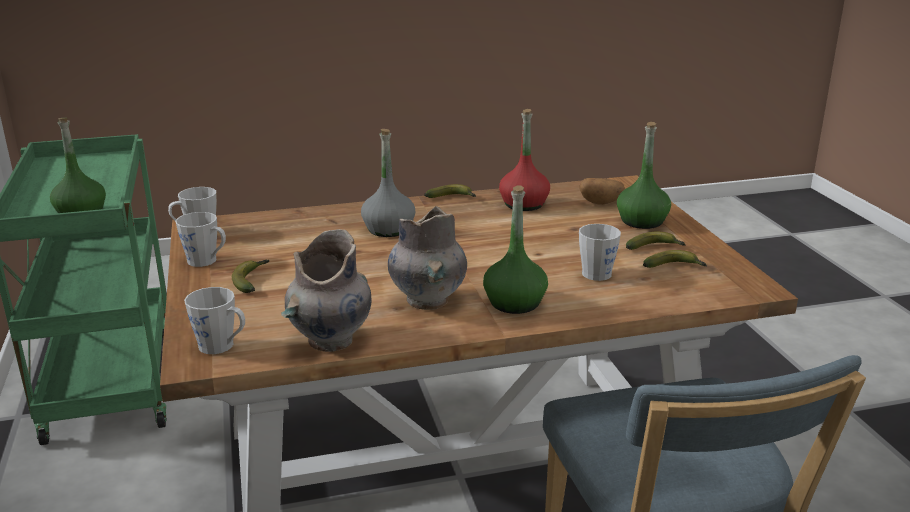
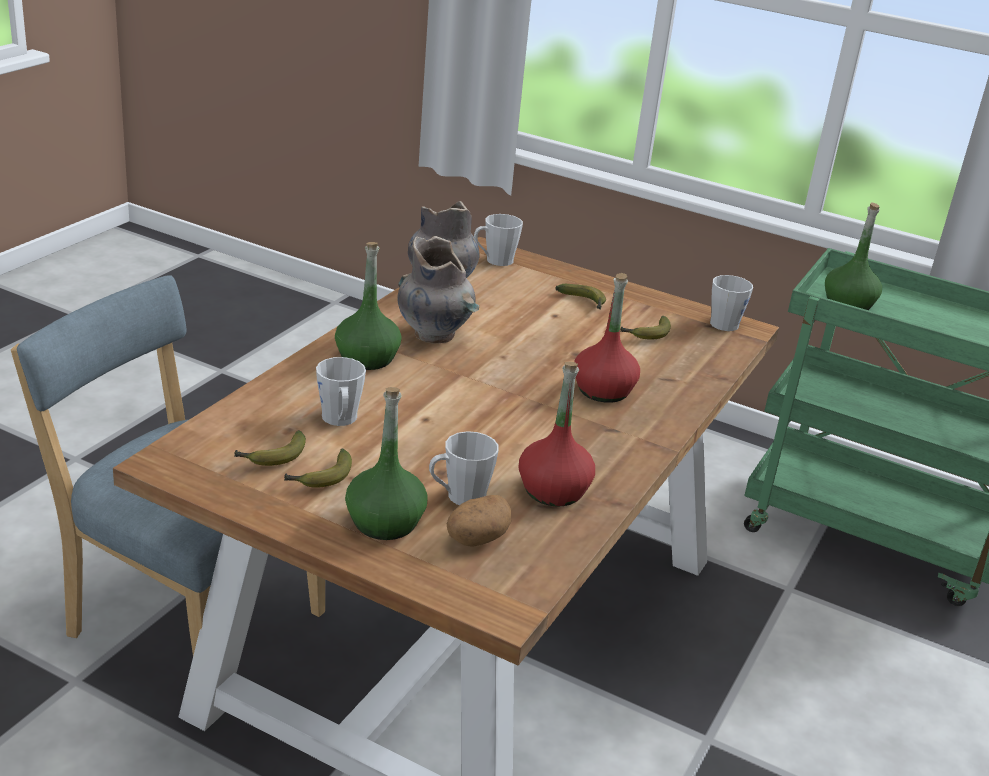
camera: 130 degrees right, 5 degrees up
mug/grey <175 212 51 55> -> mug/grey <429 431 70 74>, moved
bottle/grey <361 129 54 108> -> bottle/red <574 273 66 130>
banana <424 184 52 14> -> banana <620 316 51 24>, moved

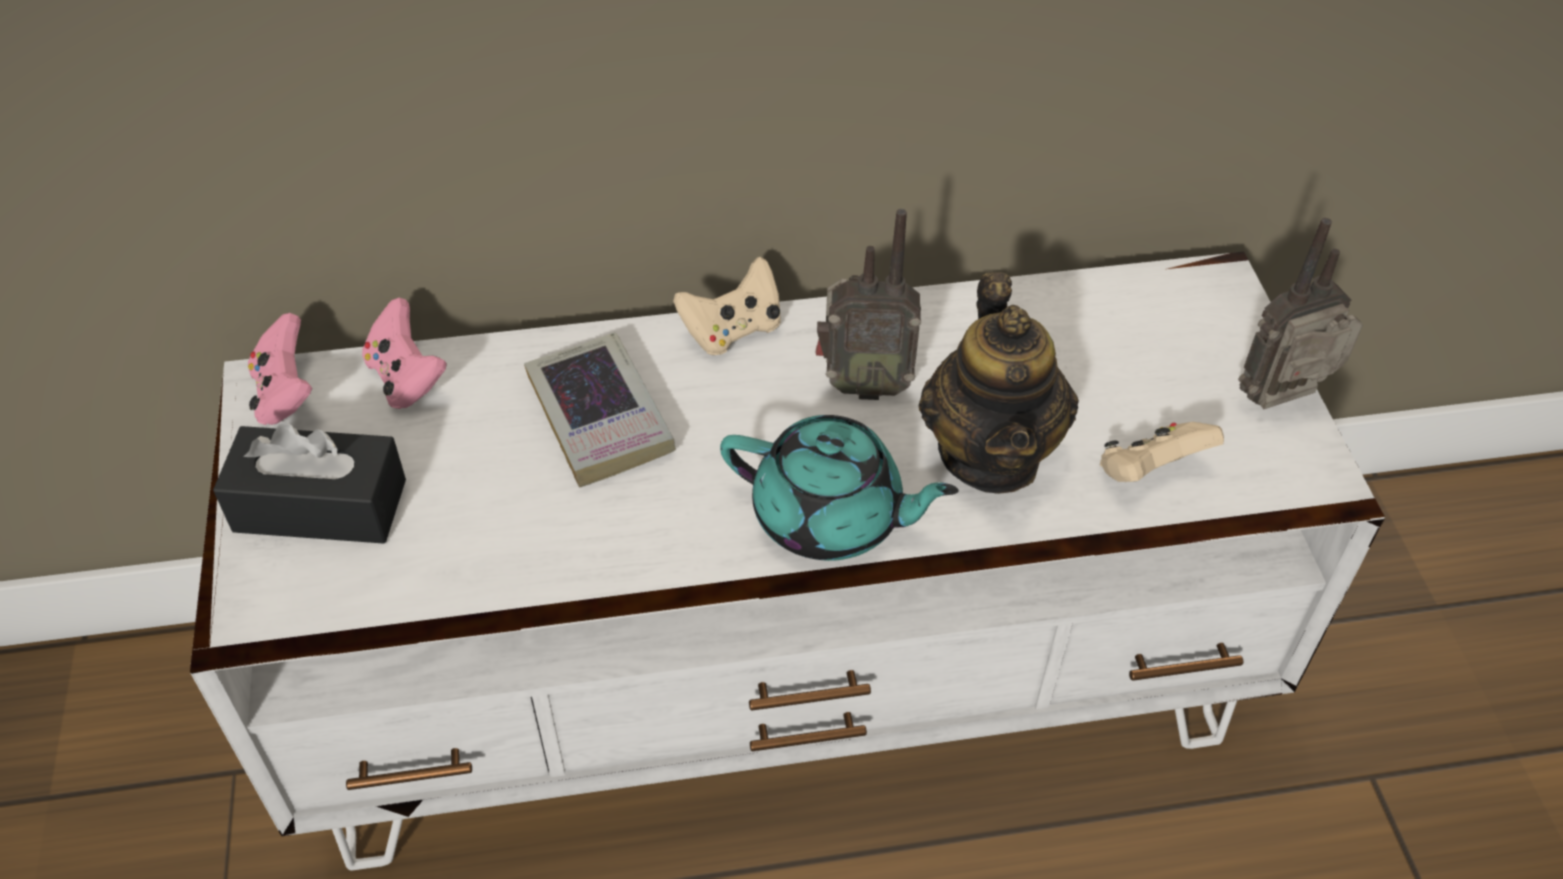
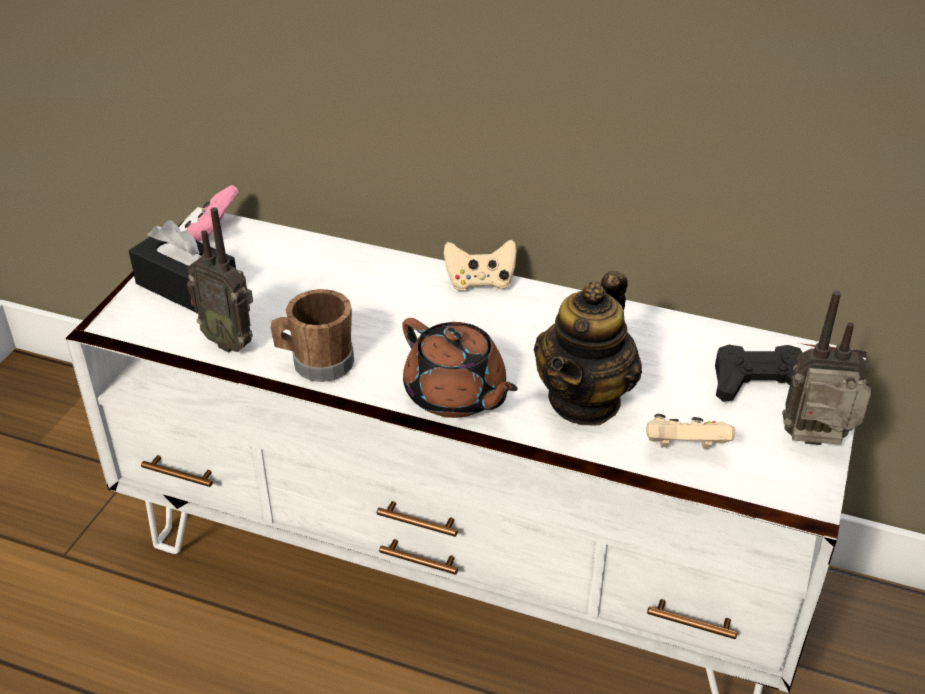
camera: 30 degrees right, 10 degrees down
radio <816 209 105 191> -> radio <187 207 66 145>, moved
none -> mug/brown <271 289 83 93>
teapot/turquoise <720 415 239 146> -> teapot/brown <402 318 116 100>
none -> game controller/black <715 345 88 57>
game controller/pink <362 298 85 111> -> none
book <524 333 152 155> -> none

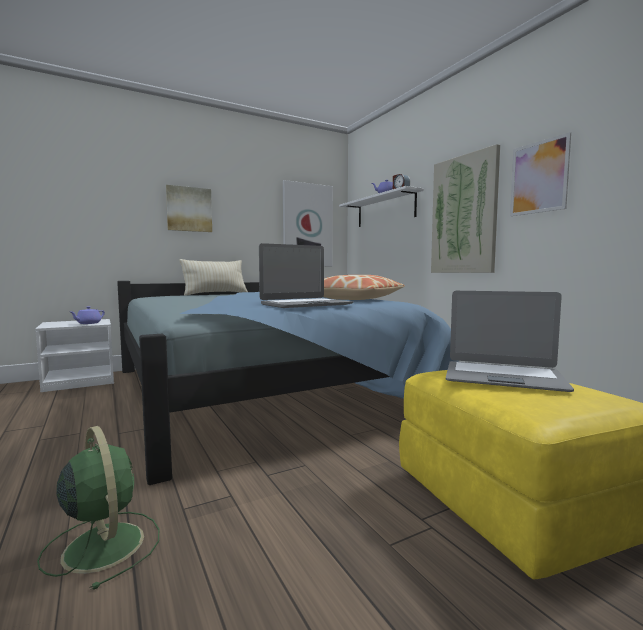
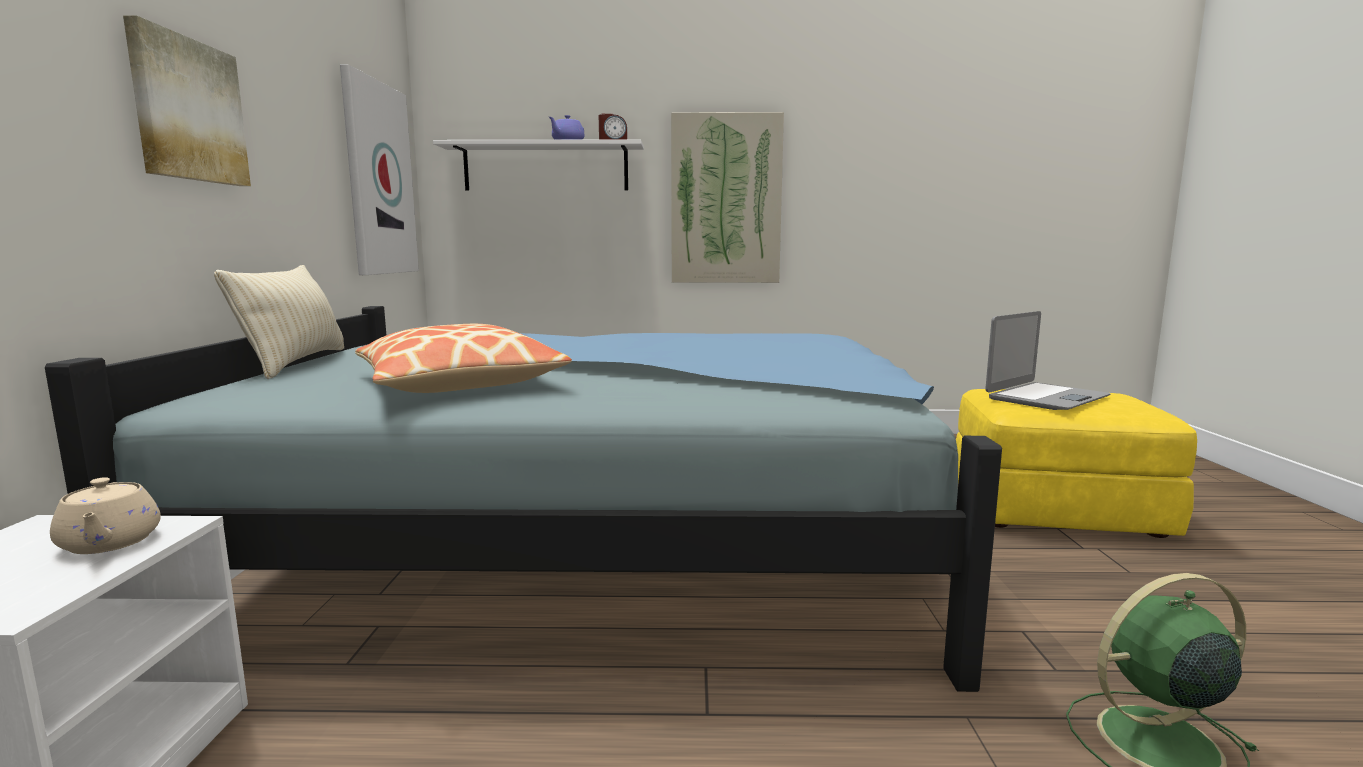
camera: 60 degrees left, 5 degrees up
teapot/purple <71 306 34 18> -> teapot/beige <50 477 111 77>
pillow <323 275 82 25> -> pillow <355 324 217 69>, moved
laptop <259 243 94 65> -> none
picture <510 132 61 84> -> none

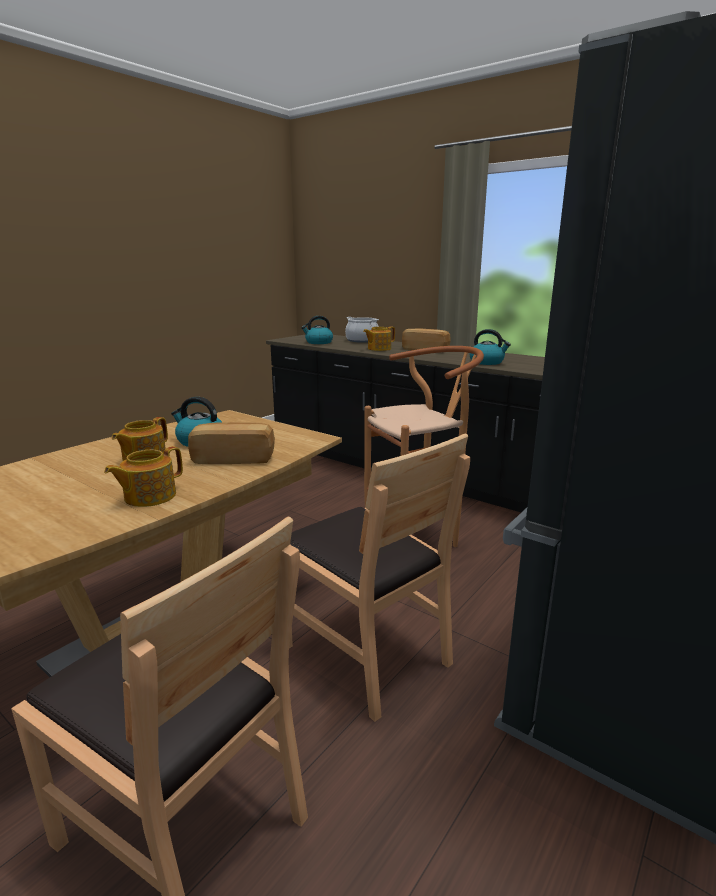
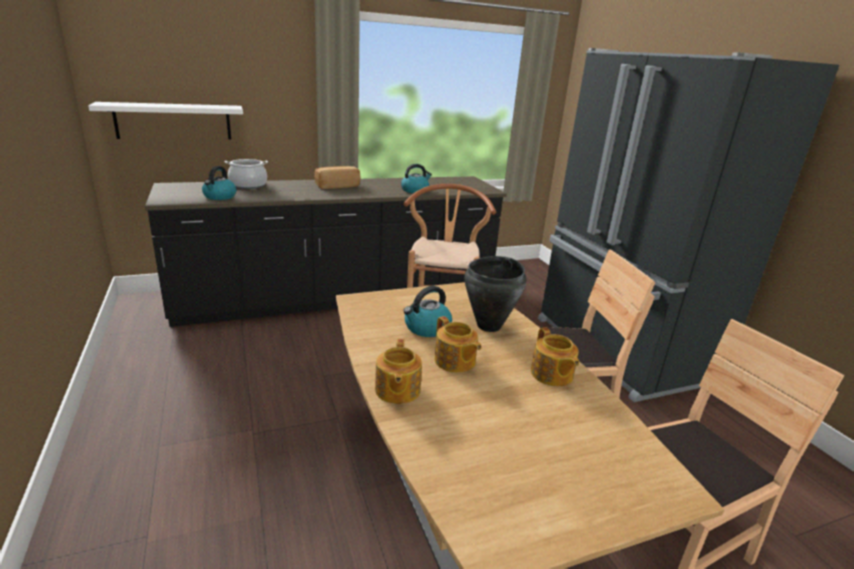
camera: 60 degrees left, 5 degrees up
none -> shelf/white <88 102 155 38>
teapot <363 326 32 25> -> teapot <375 339 47 65>, moved
bread <188 422 87 42> -> cooking pot/black <464 256 62 76>

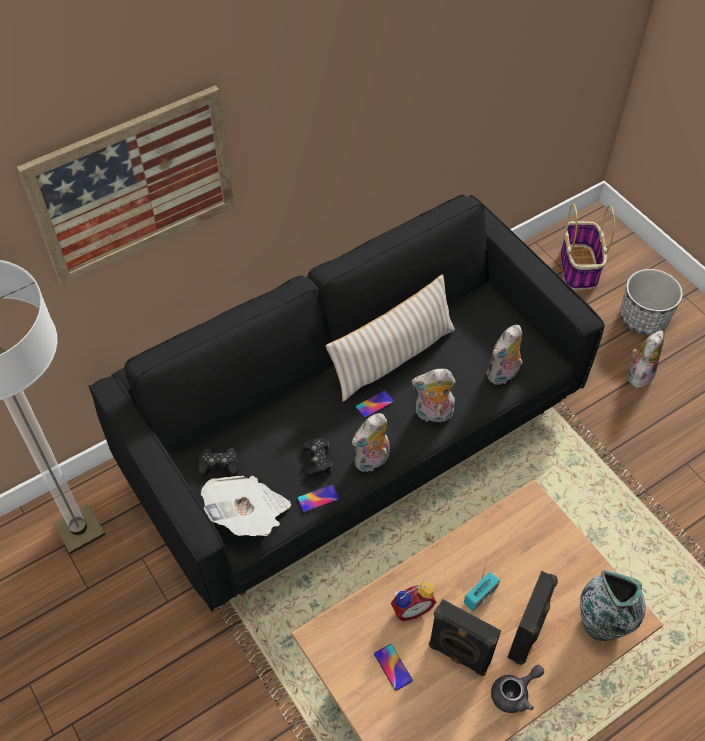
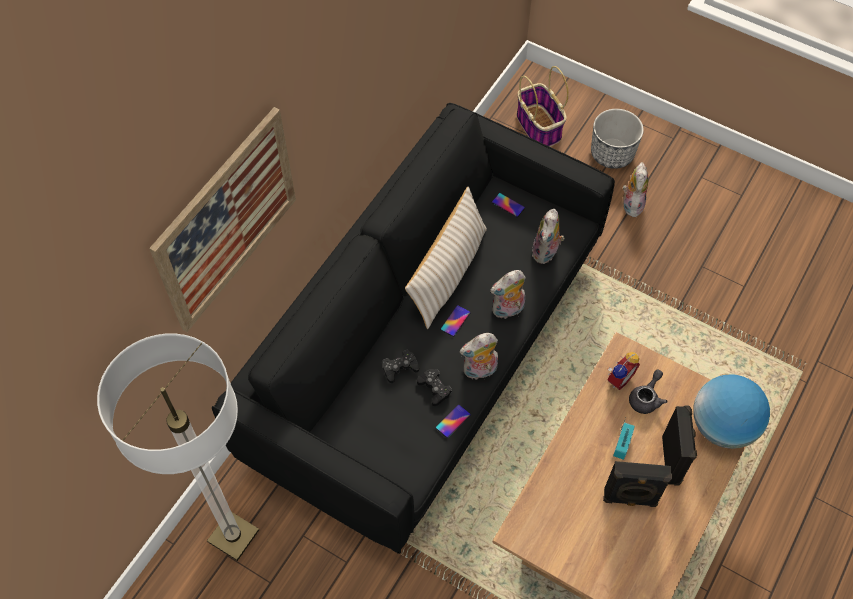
camera: 25 degrees left, 5 degrees up
game controller/black <199 448 39 29> -> game controller/black <383 350 36 33>, moved
plush toy <352 413 38 59> -> plush toy <459 333 39 47>, 45 degrees clockwise
phone <374 644 39 47> -> phone <492 193 33 24>, moved
alarm clock <391 582 46 39> -> alarm clock <607 352 33 38>, moved
teapot/grey <491 665 53 48> -> teapot/grey <629 369 39 45>, moved
vase <580 570 66 71> -> globe <693 374 77 75>
newspaper <200 476 91 60> -> none

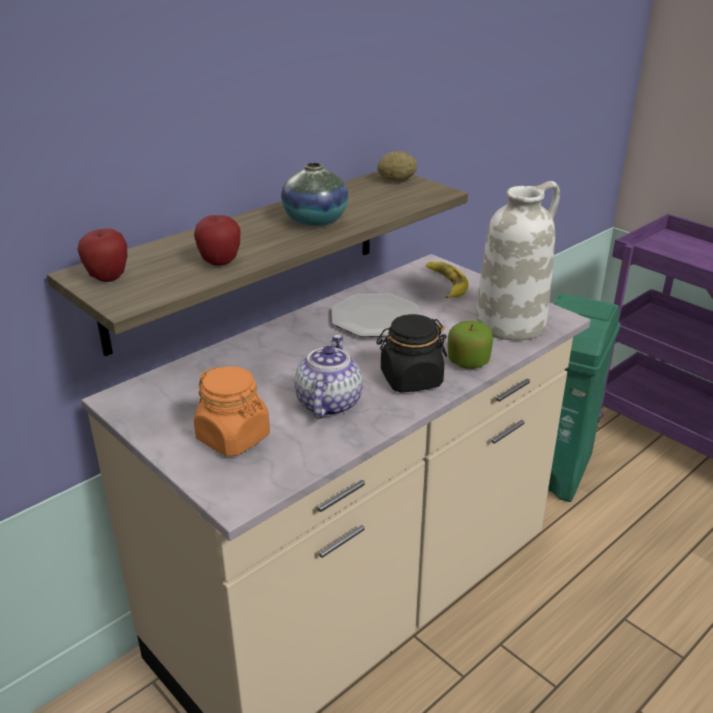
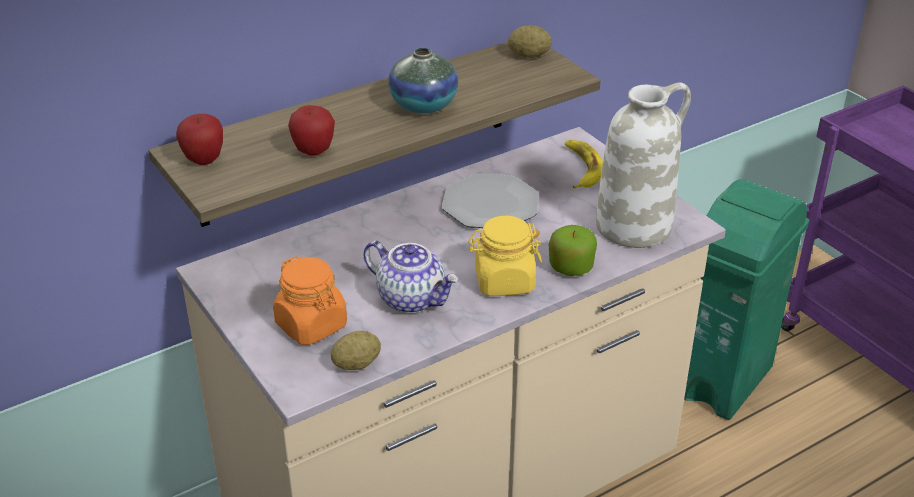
camera: 10 degrees right, 5 degrees up
none -> potato <331 331 50 39>
teapot <294 335 69 84> -> teapot <363 240 96 73>, 105 degrees clockwise
jar/black <376 314 71 79> -> jar/yellow <468 216 74 80>

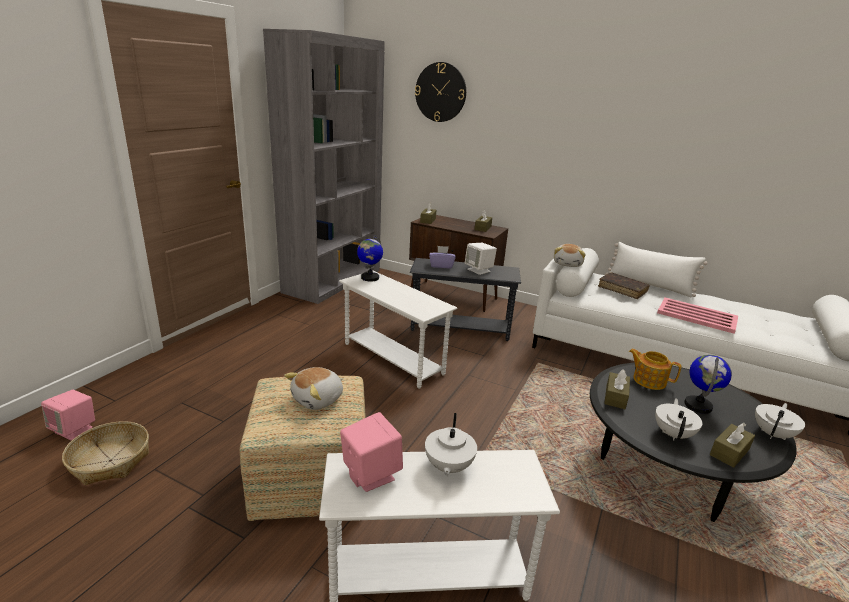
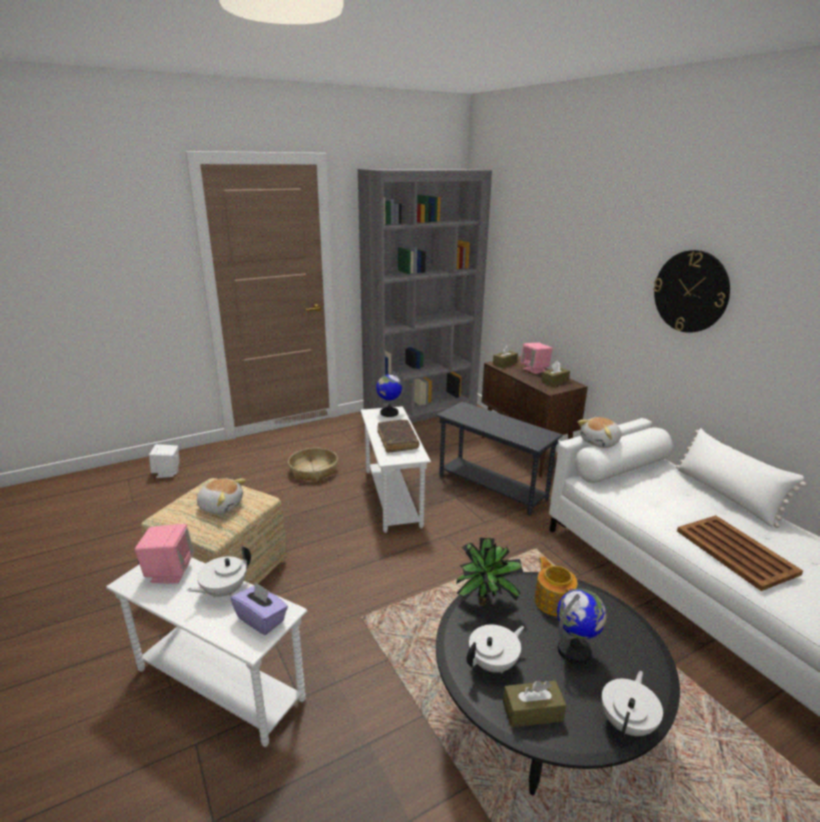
camera: 35 degrees right, 0 degrees up
speaker/white <465 243 32 32> -> speaker/white <149 444 31 34>, moved
plush toy <284 367 59 43> -> plush toy <196 478 50 37>, 150 degrees counterclockwise
tissue box/purple <429 246 27 22> -> tissue box/purple <231 581 57 54>, moved
basket <62 421 87 64> -> basket <288 448 50 34>, moved
book/brown <598 272 52 27> -> book/brown <377 420 42 33>, moved
tissue box/brown <604 369 26 40> -> potted plant <456 538 68 68>
speaker/pink <41 390 54 51> -> speaker/pink <520 343 33 31>, moved
teapot/white <755 403 50 37> -> teapot/white <602 671 61 68>, 45 degrees counterclockwise
wall clock <415 62 51 60> -> wall clock <653 250 77 83>, moved
tray/pink <657 298 81 36> -> tray/brown <677 515 126 76>

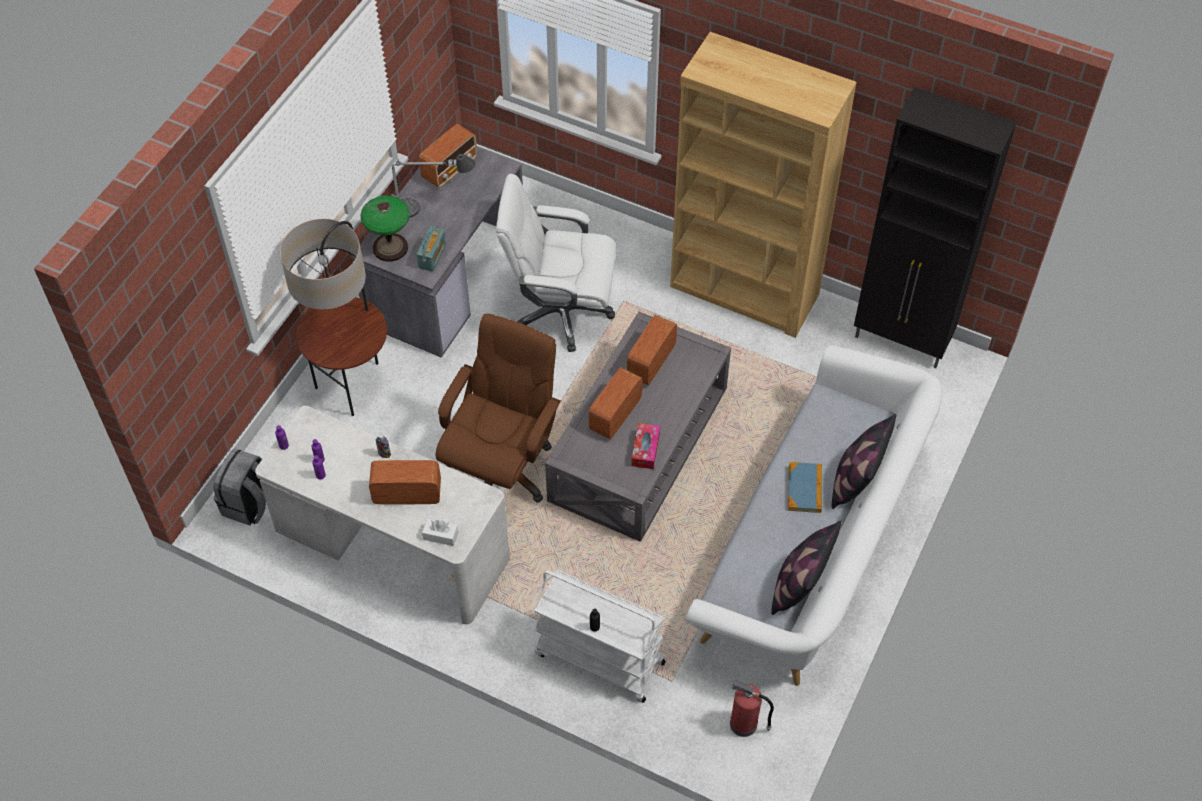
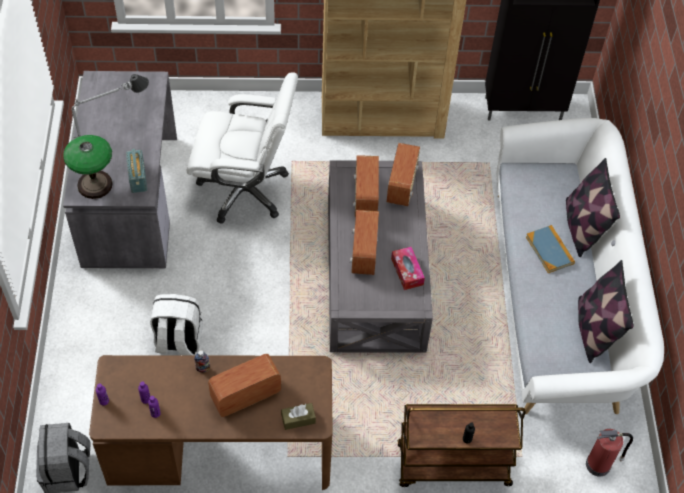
camera: 30 degrees left, 0 degrees up
desk/white <255 405 255 219> -> desk/brown <89 355 244 135>
none -> backpack/white <150 294 53 62>
office chair/white <496 174 120 178> -> office chair/white <187 72 111 152>, 150 degrees counterclockwise
tissue box/white <422 519 36 27> -> tissue box/brown <281 403 35 27>
radio <419 124 58 64> -> radio <387 143 33 63>, moved
cart/white <533 570 132 133> -> cart/brown <397 404 129 83>
floor lamp <280 219 107 197> -> none
office chair/brown <436 314 125 189> -> none

